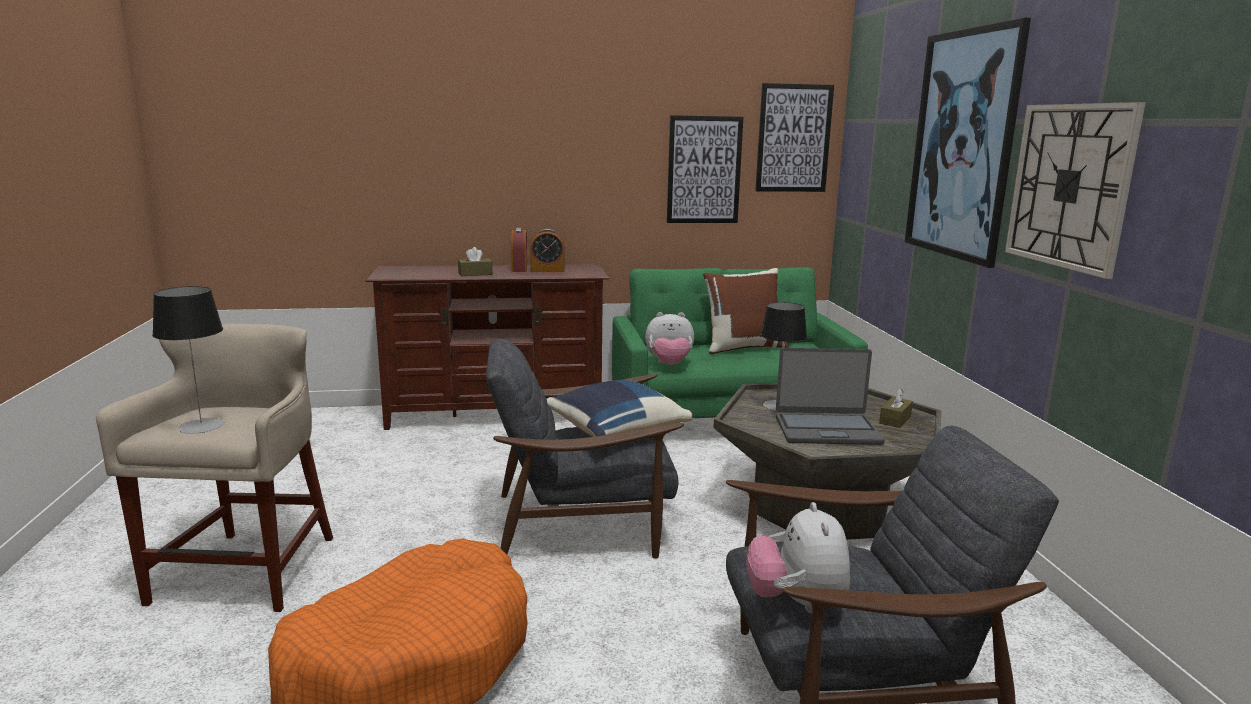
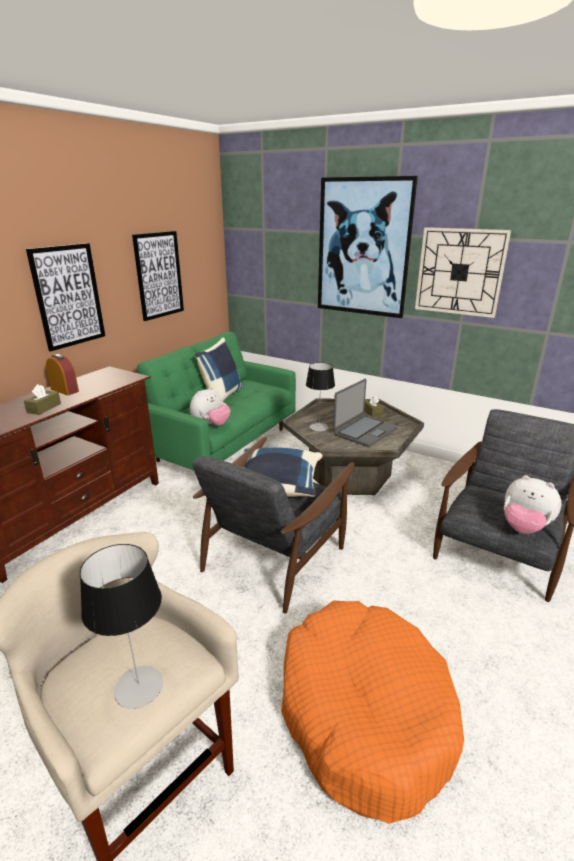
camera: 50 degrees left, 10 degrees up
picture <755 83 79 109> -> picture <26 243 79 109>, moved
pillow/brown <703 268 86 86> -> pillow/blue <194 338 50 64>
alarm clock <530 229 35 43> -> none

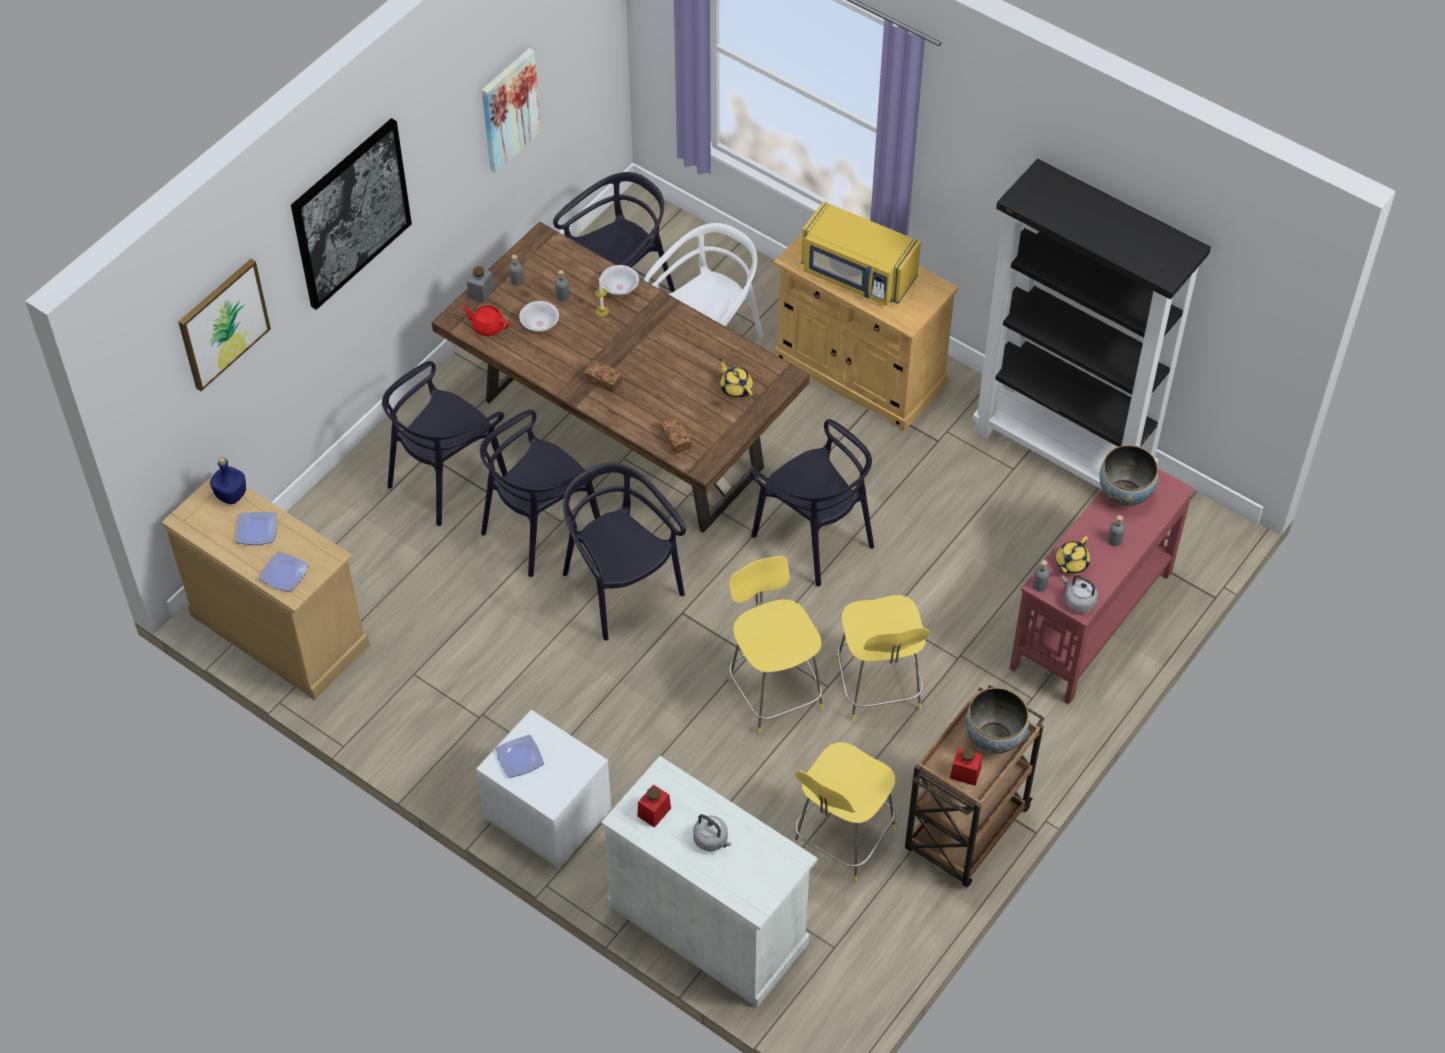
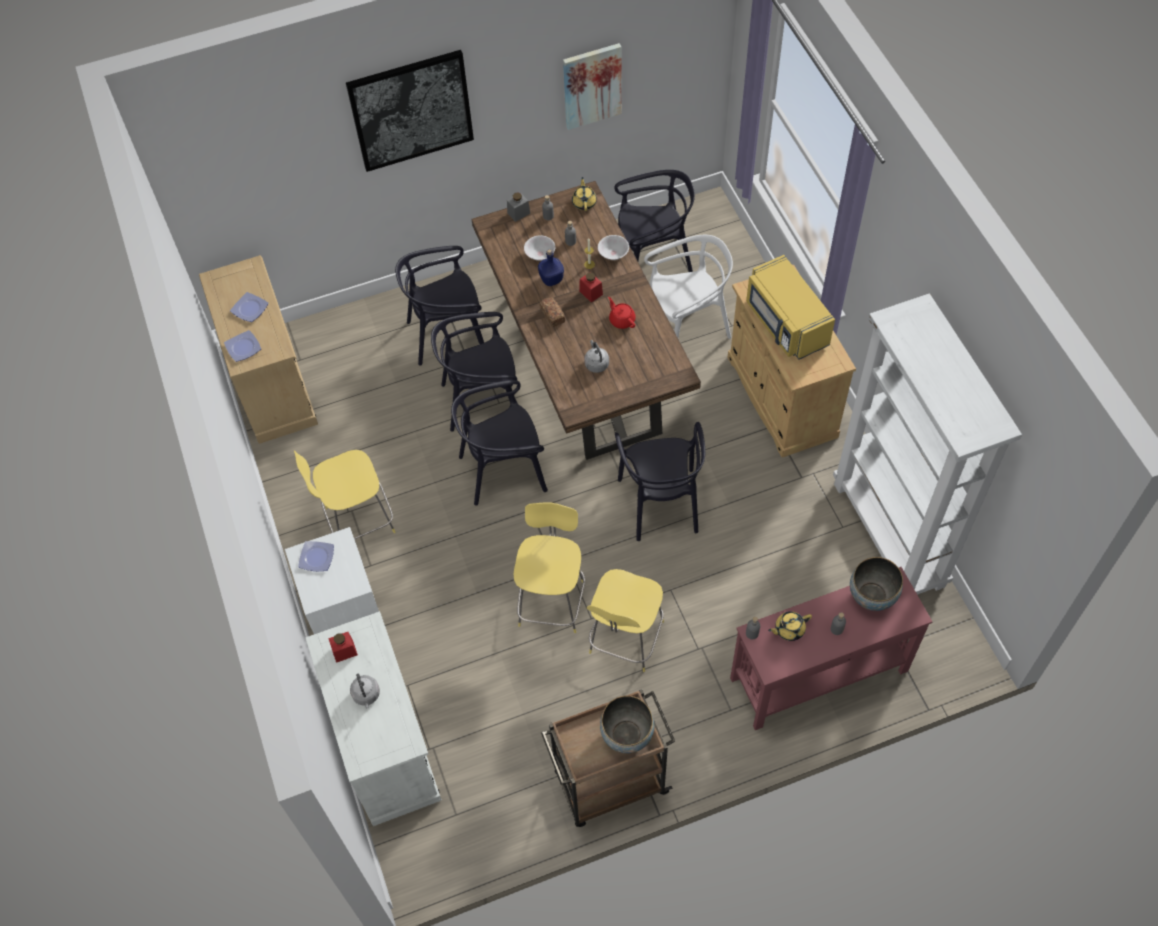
camera: 35 degrees right, 5 degrees up
stool/yellow <794 742 102 140> -> stool/yellow <294 450 101 89>, moved
chair/black <563 463 123 178> -> chair/black <451 380 97 125>, 105 degrees counterclockwise
bottle/blue <210 457 36 47> -> bottle/blue <538 249 26 37>, moved
teapot/yellow <719 359 34 39> -> teapot/yellow <572 177 25 34>, moved
jar/red <950 748 32 38> -> jar/red <579 272 24 30>, moved
kettle/grey <1062 575 36 38> -> kettle/grey <584 340 25 33>, moved
teapot/red <462 306 48 30> -> teapot/red <608 297 28 32>, moved
bookcase/black <973 159 238 330> -> bookcase/white <833 294 189 301>
picture <178 259 93 132> -> none
bread <660 416 31 38> -> none

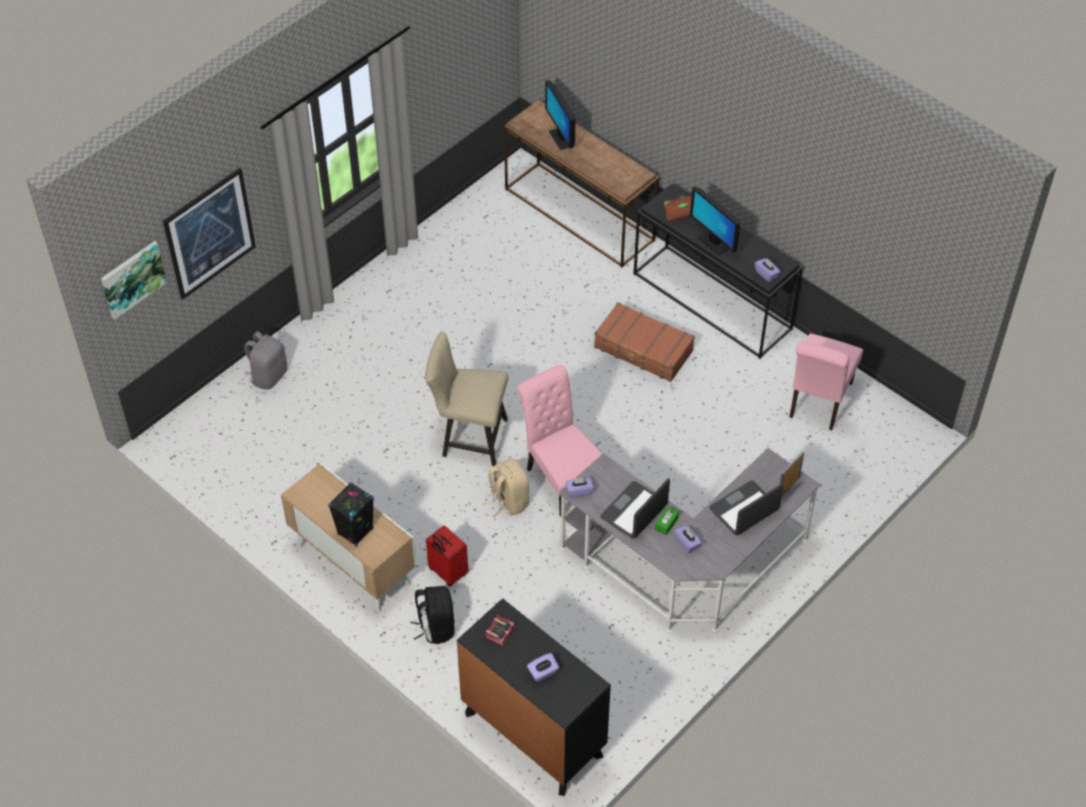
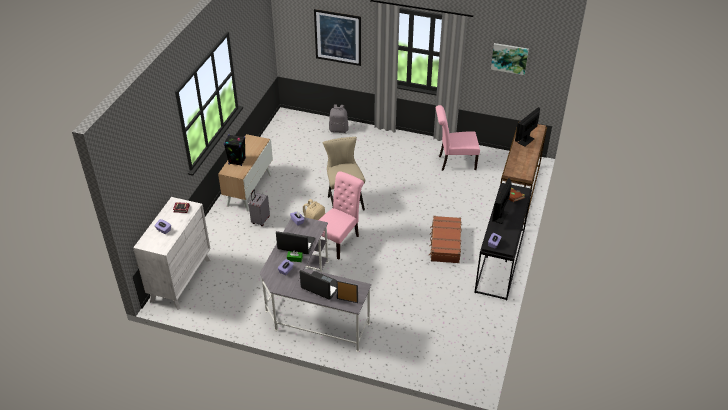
camera: 65 degrees right, 10 degrees down
dresser/black <457 598 154 198> -> dresser/white <133 197 78 113>
suitcase/red <426 525 42 61> -> suitcase/grey <249 190 21 36>
chair/pink <789 333 74 97> -> chair/pink <436 105 44 66>, moved
picture <101 241 66 78> -> picture <491 43 38 32>, moved
backpack/black <411 586 44 58> -> none

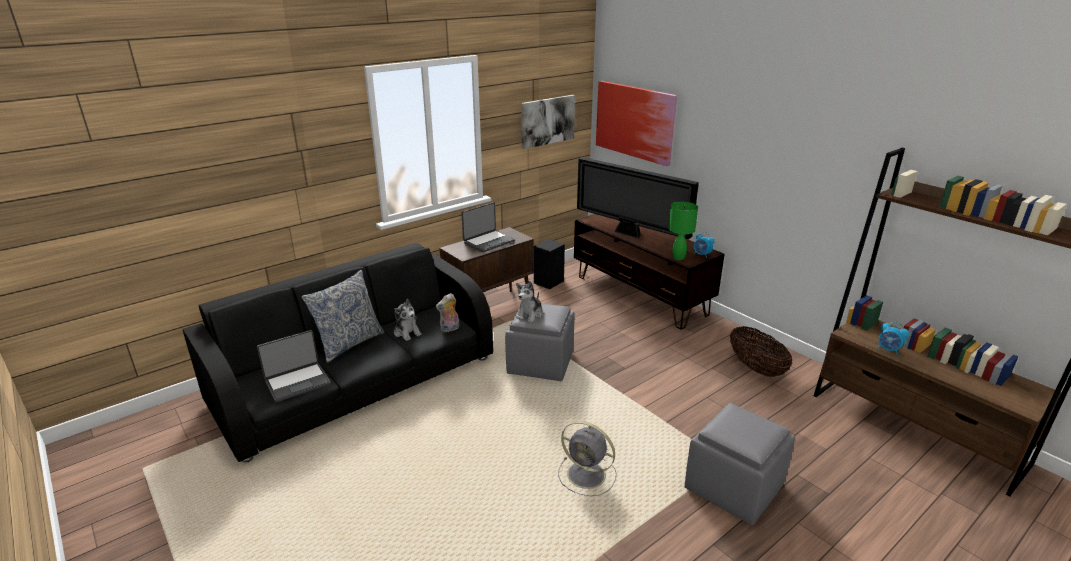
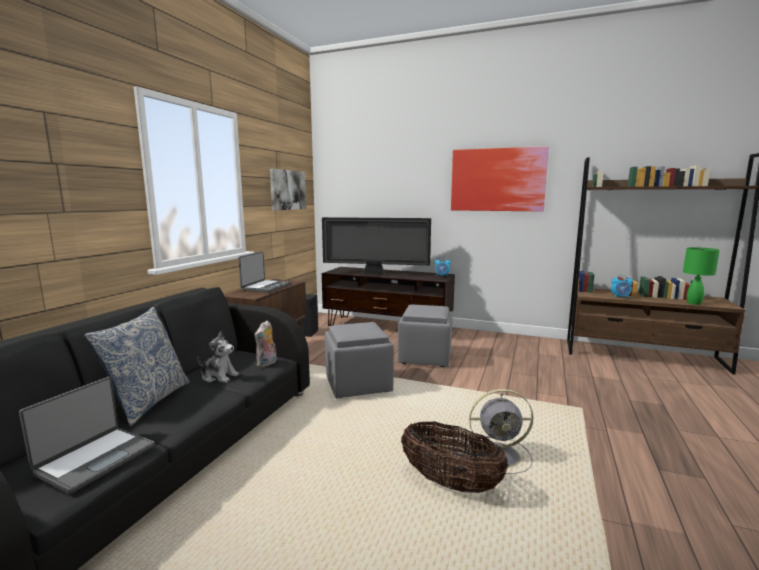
camera: 30 degrees left, 15 degrees down
ottoman/grey <685 403 110 122> -> ottoman/grey <398 305 54 62>, moved
basket <730 326 62 51> -> basket <401 422 108 71>, moved
picture <596 81 81 85> -> picture <451 146 98 66>, moved
table lamp/green <669 202 29 58> -> table lamp/green <683 247 37 58>, moved
plush toy <516 281 27 41> -> none

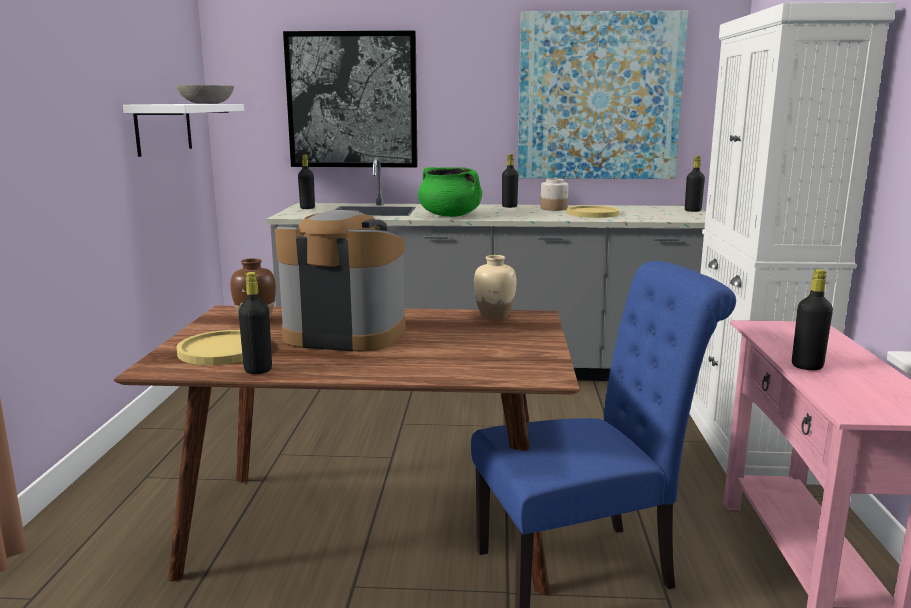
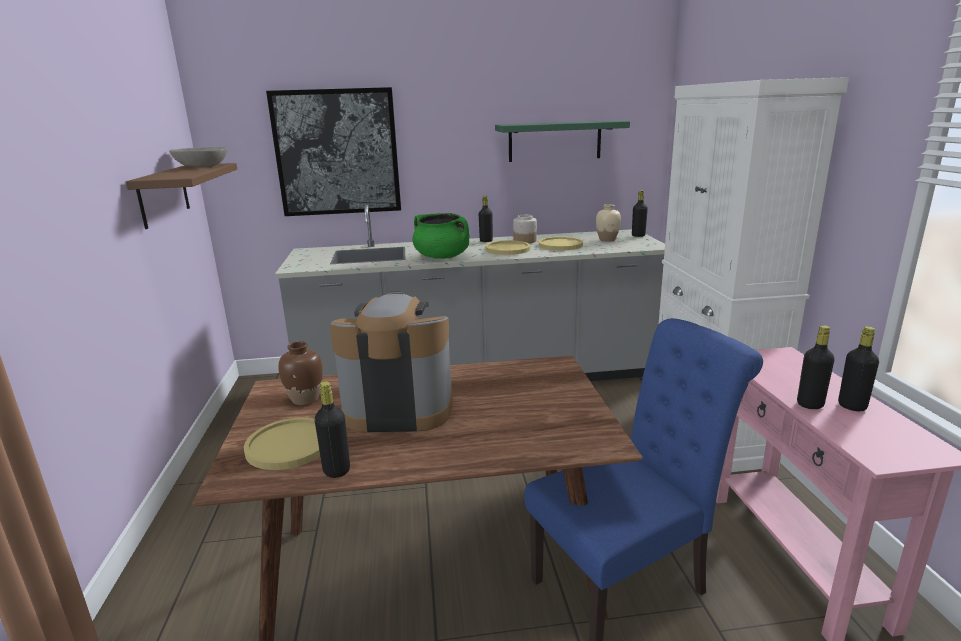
camera: 10 degrees left, 5 degrees up
shelf/white <123 104 121 53> -> shelf/brown <126 163 111 66>
none -> plate/yellow <485 241 45 14>
picture <517 11 171 168> -> shelf/green <495 120 135 42>
vase/beige <474 255 43 65> -> vase/beige <596 204 25 38>, moved
bottle/black <298 155 17 54> -> bottle/black <838 326 41 85>, moved

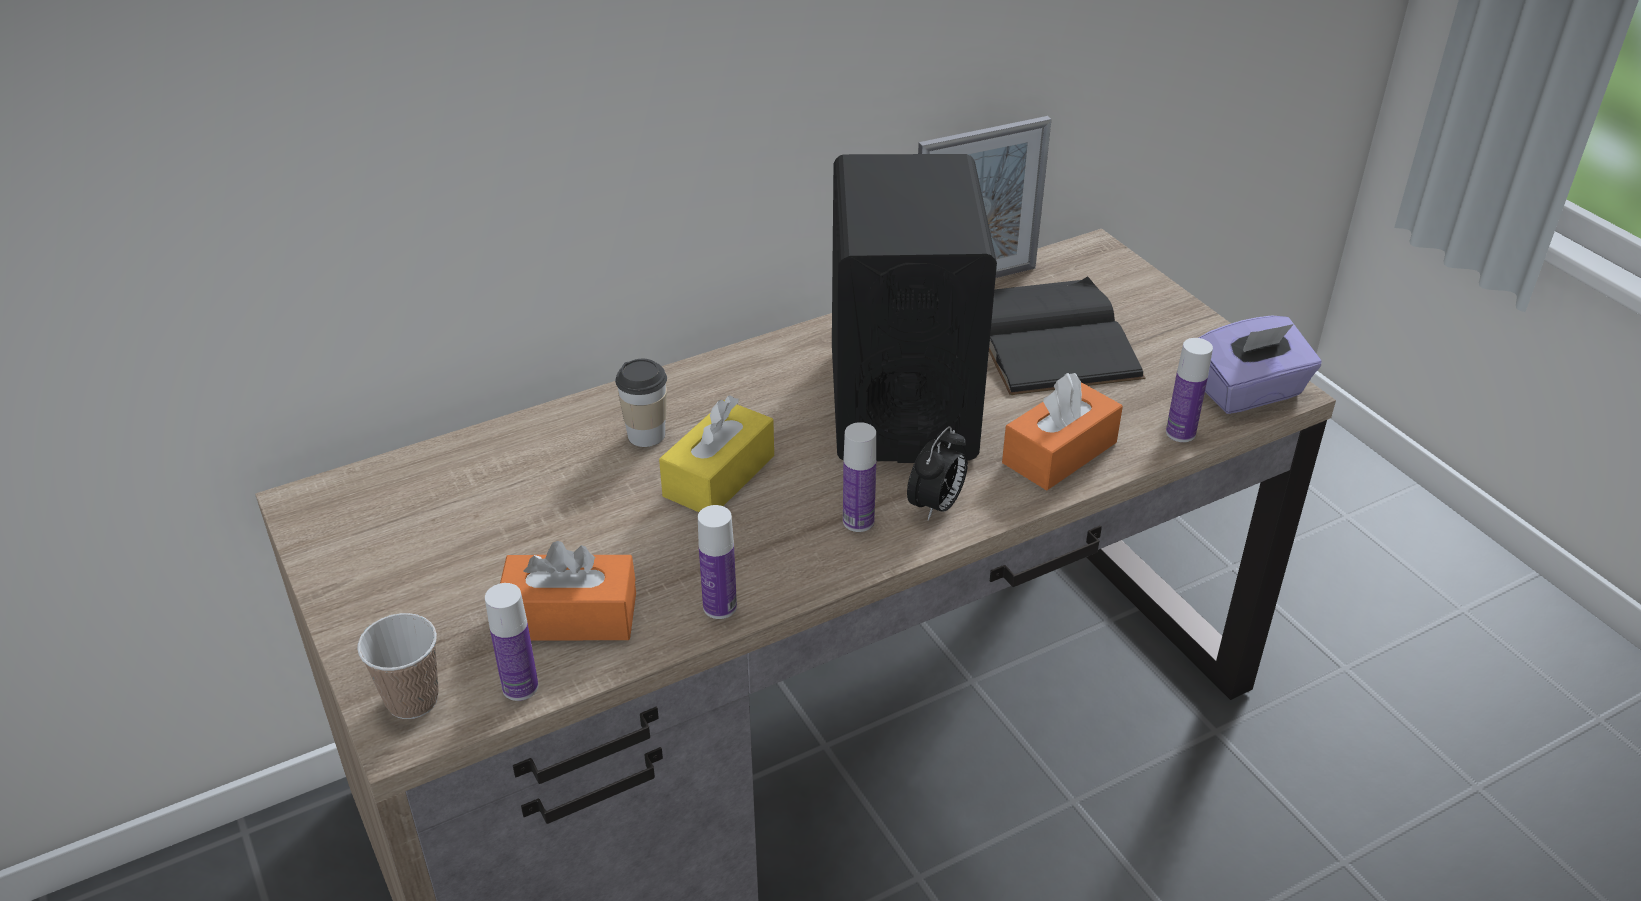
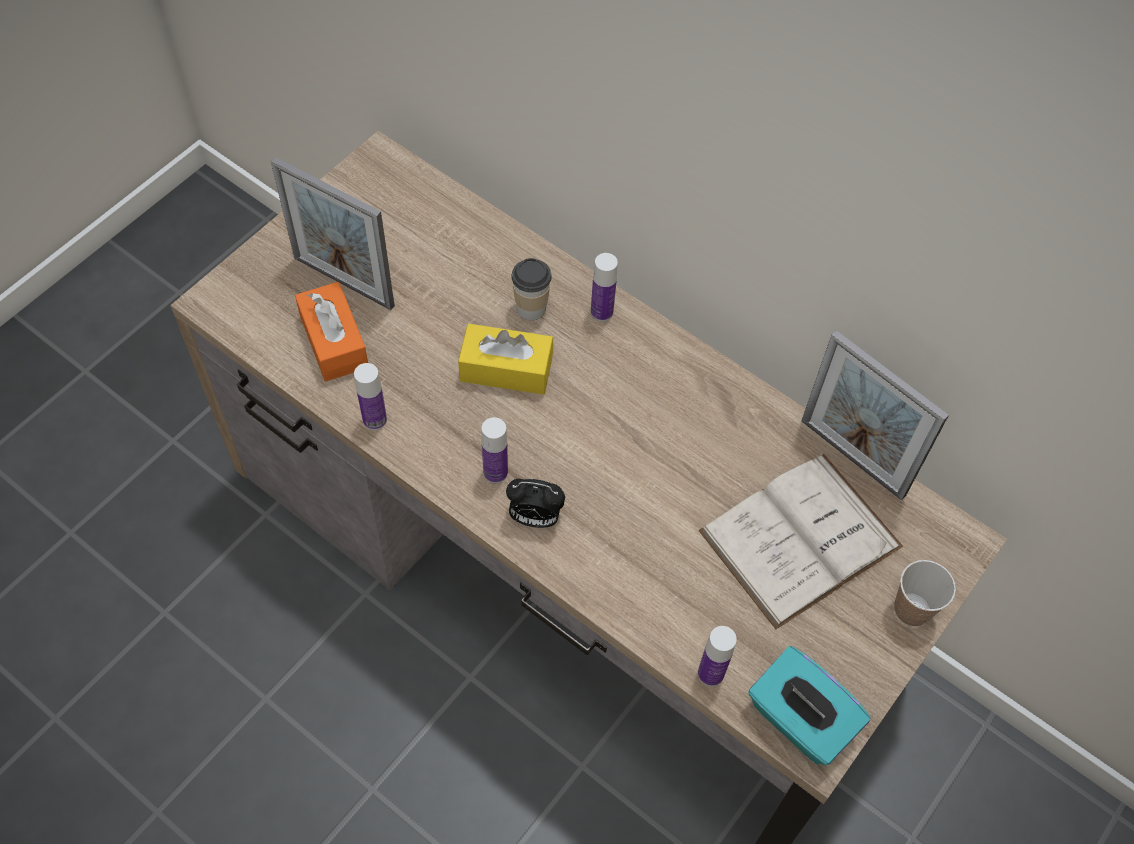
camera: 65 degrees right, 20 degrees up
none -> picture frame <271 157 124 153>
bottle <485 583 53 118> -> bottle <591 253 27 68>, moved
book/black <989 276 157 119> -> book/white <699 454 204 175>
tissue box/purple <1199 315 123 99> -> tissue box/turquoise <748 646 122 119>
cup <357 613 82 106> -> cup <894 560 62 66>, moved
speaker/black <832 154 165 309> -> none
tissue box/orange <1002 373 121 117> -> none

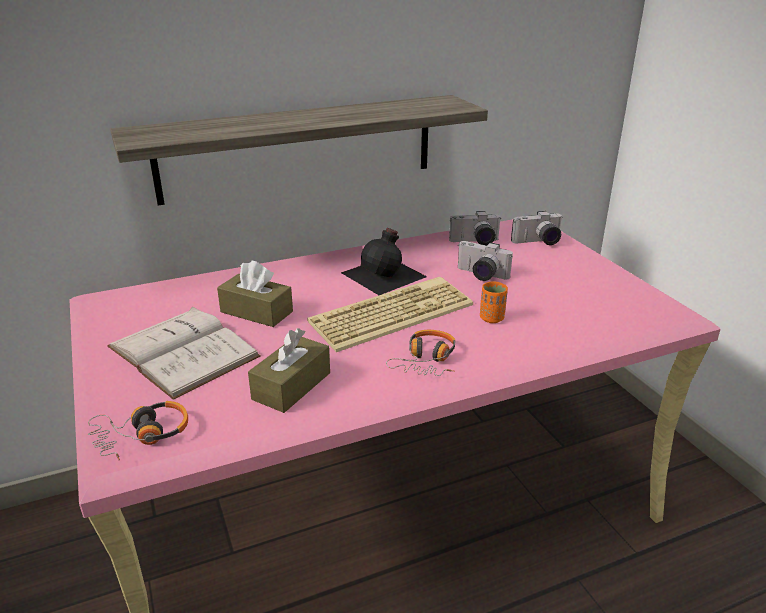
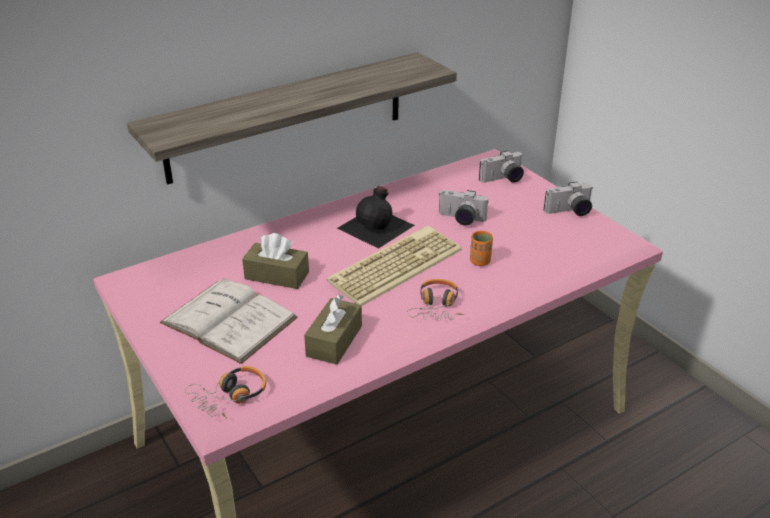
camera: 10 degrees left, 5 degrees up
photo camera <449 211 53 35> -> photo camera <544 181 49 35>, moved

